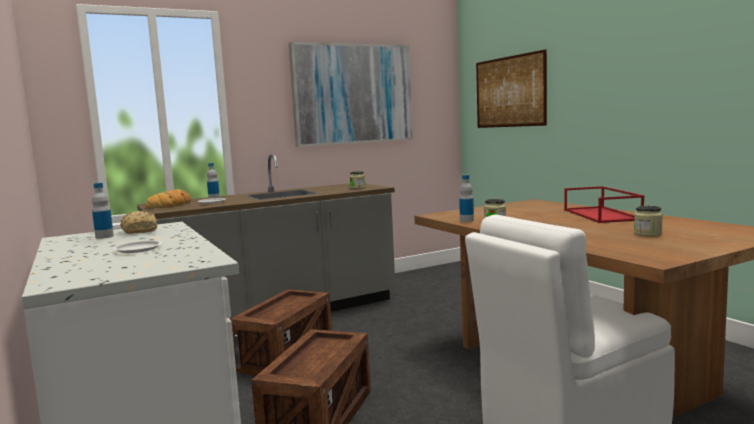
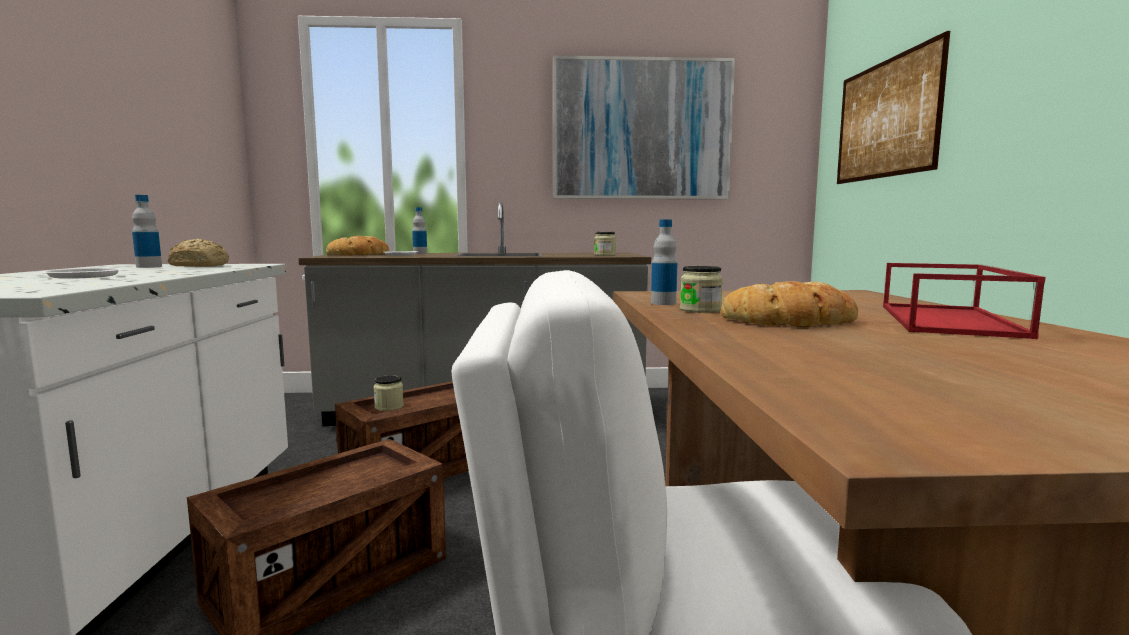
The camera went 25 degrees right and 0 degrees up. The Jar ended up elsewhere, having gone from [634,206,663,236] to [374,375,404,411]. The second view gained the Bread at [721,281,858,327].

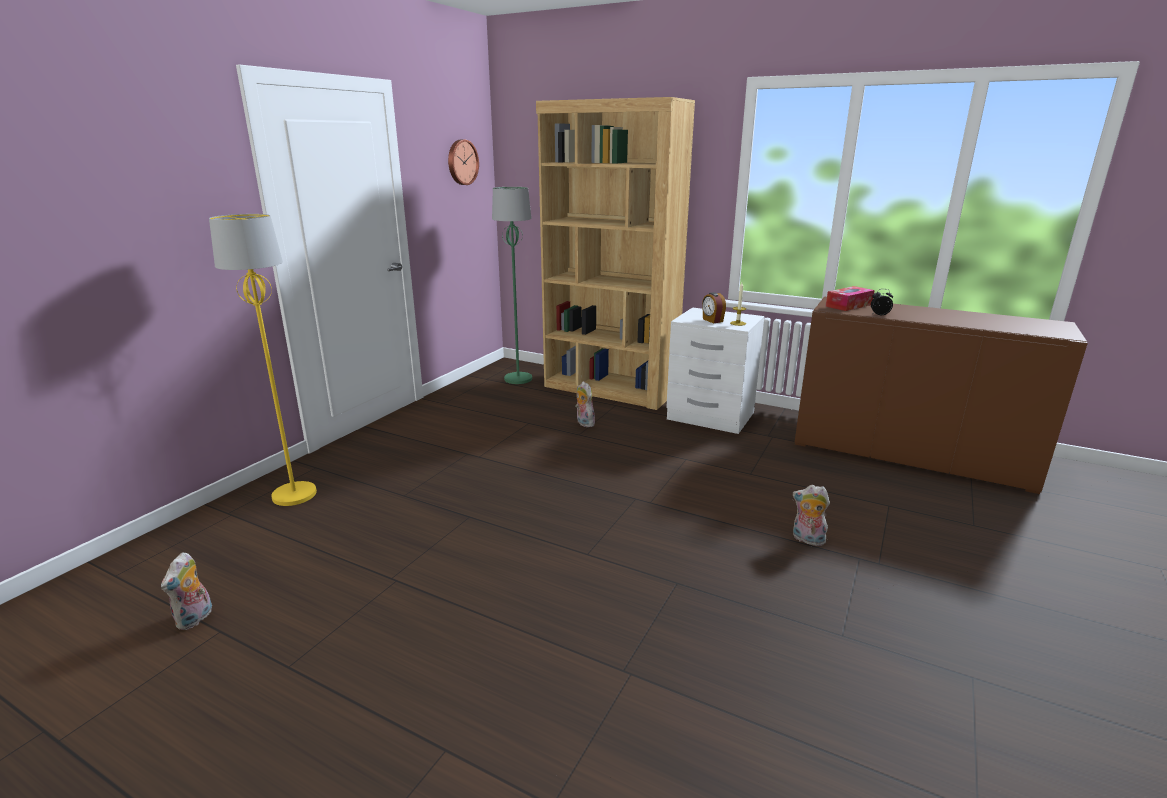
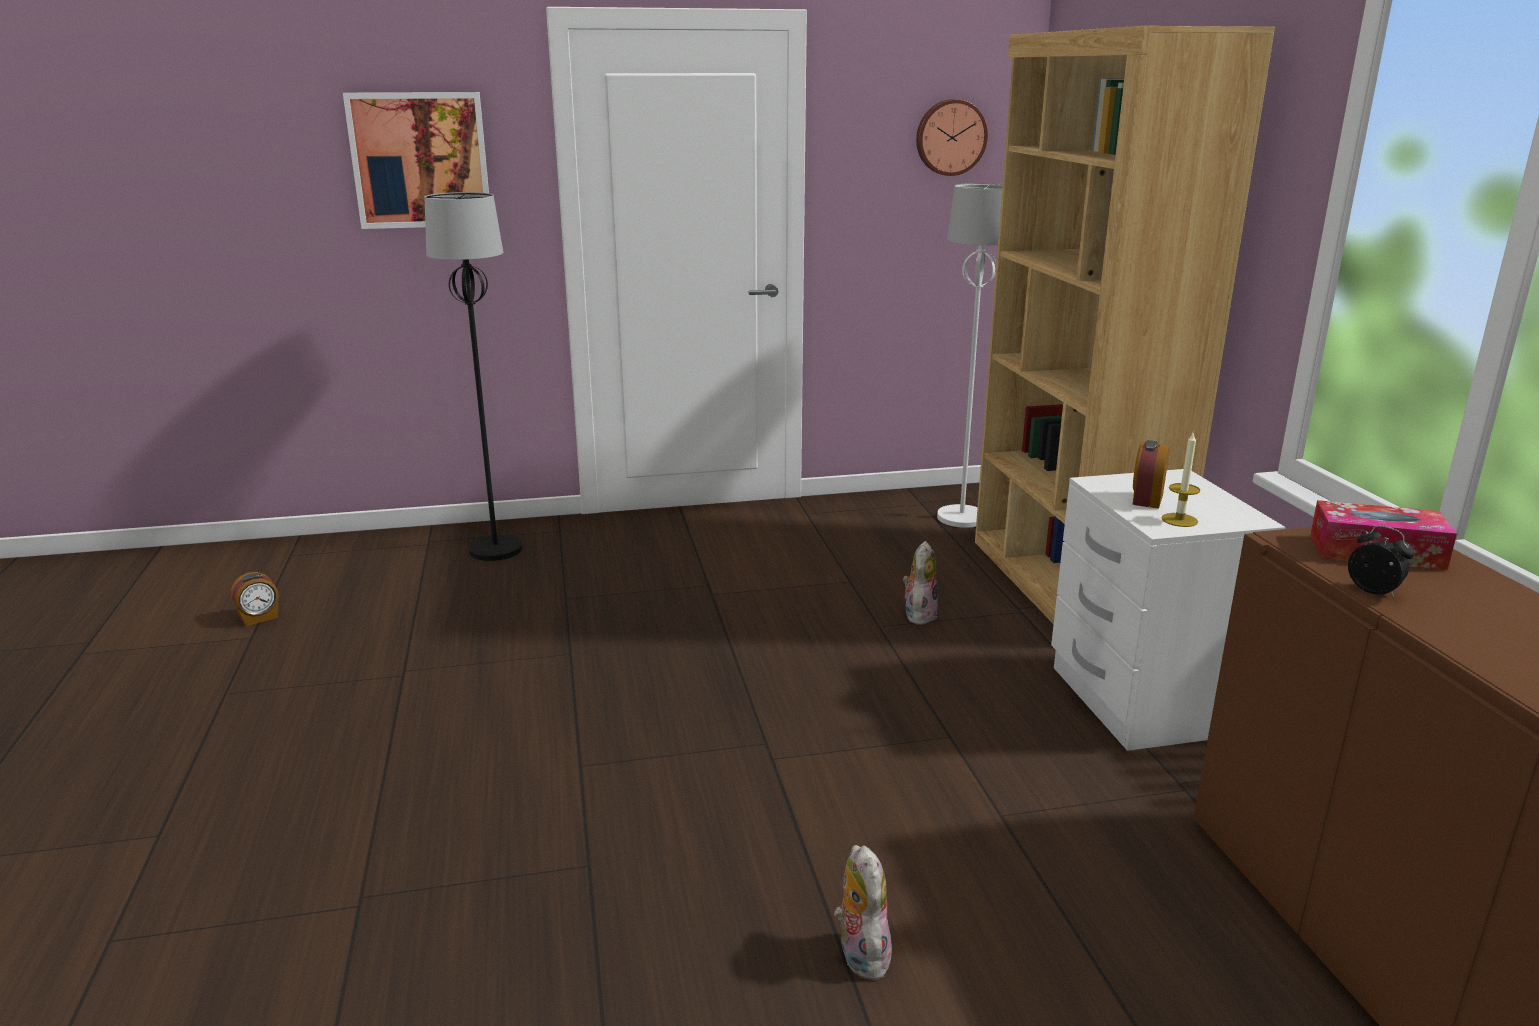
The camera went 50 degrees right and 0 degrees up. Where the PlushToy stood at [161,552,212,630], the AlarmClock came to stand at [231,572,279,626]. What was the YellowFloorLamp at [209,214,317,506] turned into the BlackFloorLamp at [425,192,522,561]. What was the GreenFloorLamp at [492,187,532,384] turned into the WhiteFloorLamp at [937,183,1003,528]. The second view gained the Picture at [343,92,489,229].

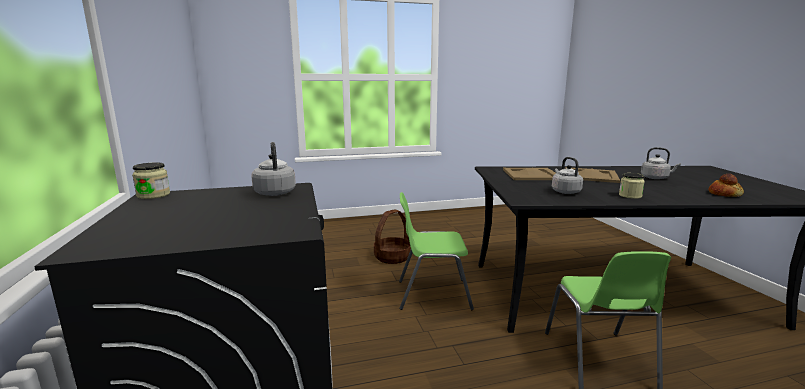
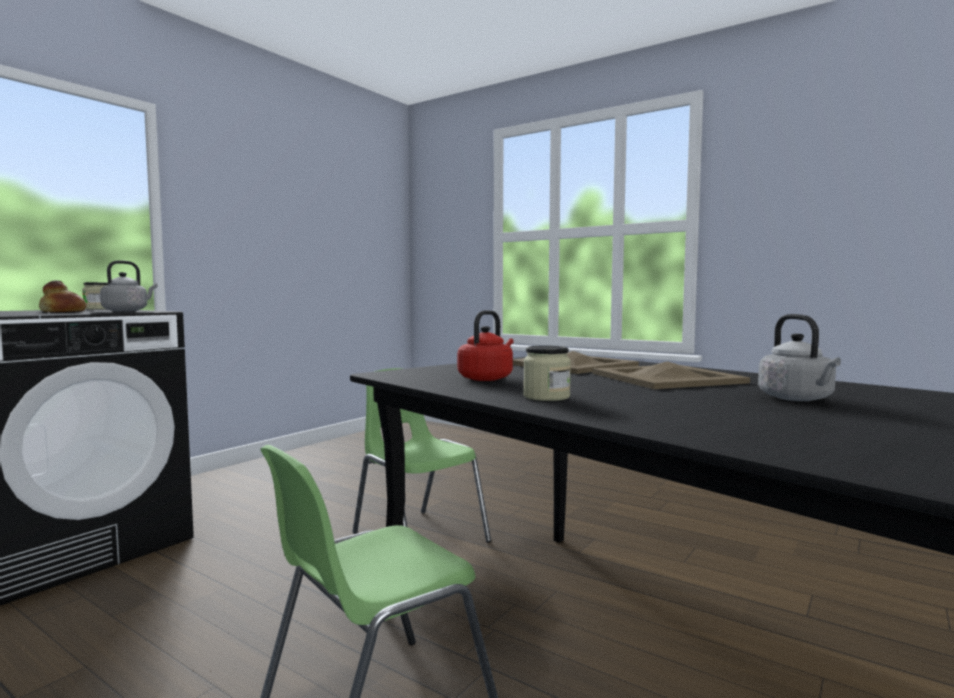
The camera went 50 degrees right and 10 degrees down. The second view lost the Basket at [374,209,411,264]. What was the GreyKettle at [552,157,583,194] turned into the RedKettle at [457,310,514,381]. The Bread ended up elsewhere, having gone from [708,174,744,197] to [39,280,87,312].

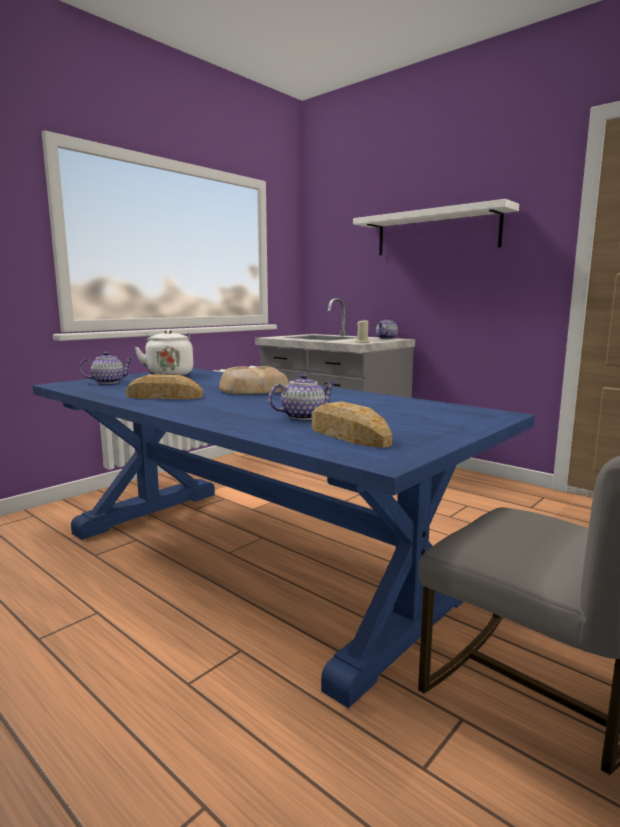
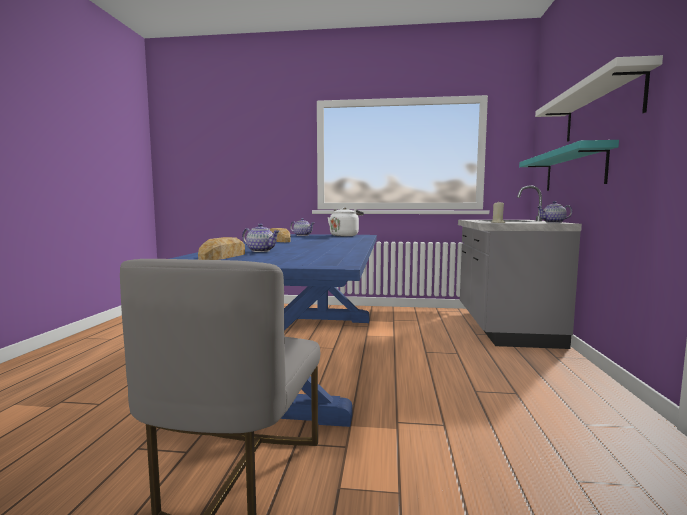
The camera went 55 degrees right and 5 degrees down. The second view lost the Bread at [219,366,289,394]. The second view gained the TurquoiseShelf at [519,140,619,191].

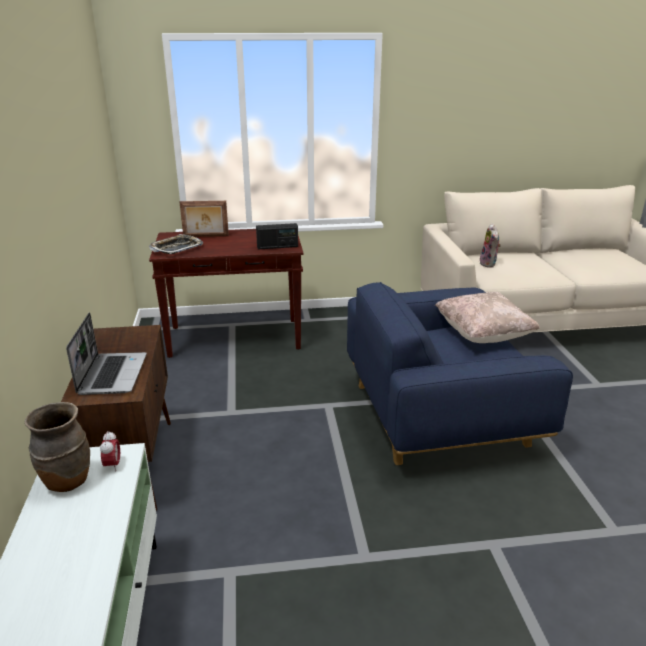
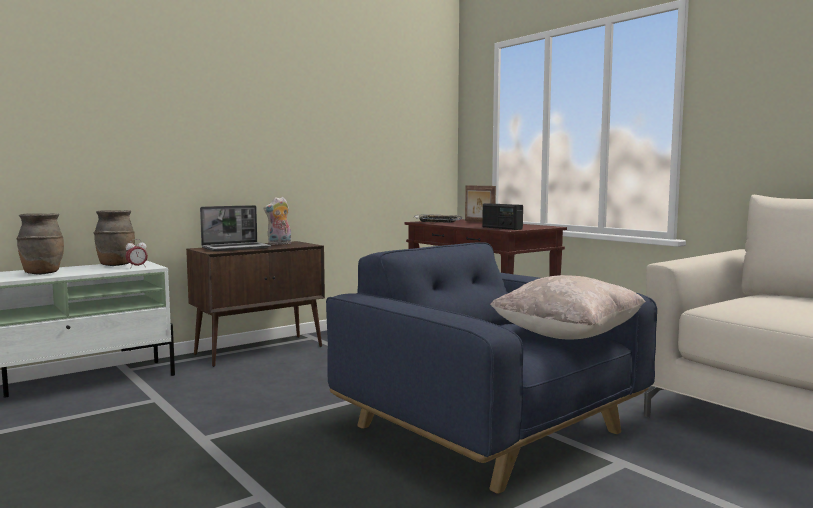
The camera went 60 degrees right and 20 degrees down. The PlushToy ended up elsewhere, having gone from [480,223,501,268] to [263,197,291,245]. The second view gained the BrownVase at [16,213,64,275].

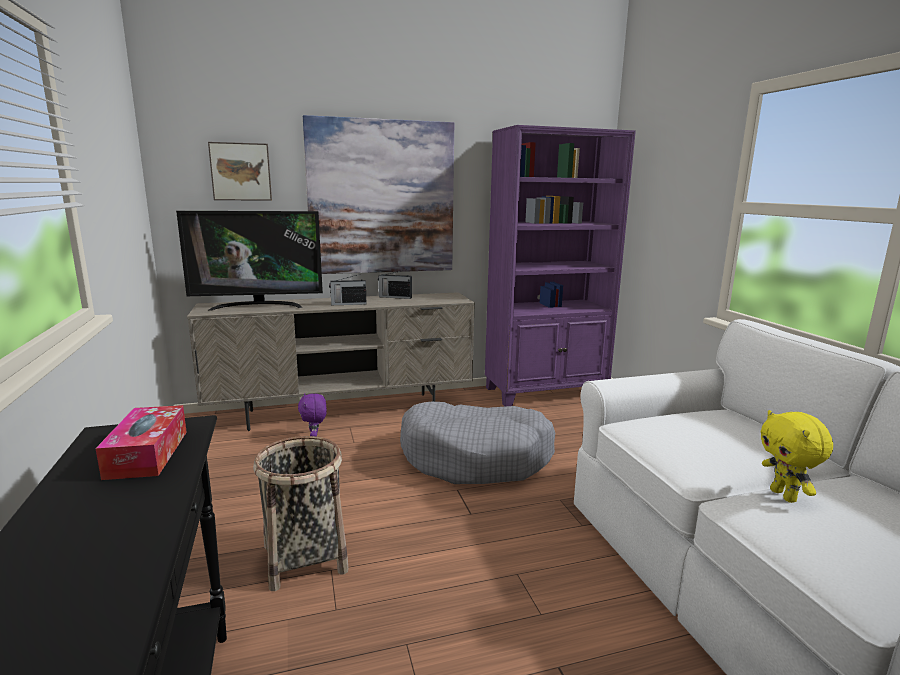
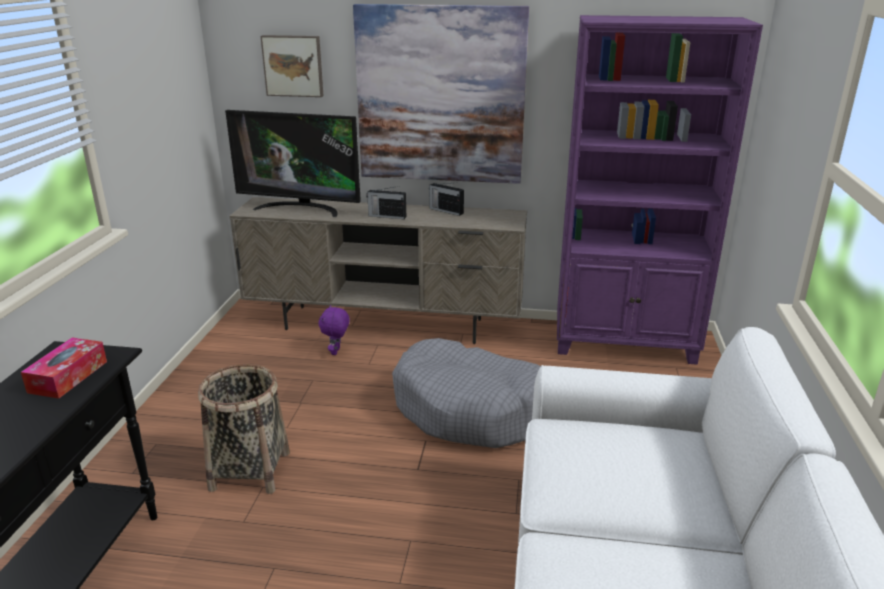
The camera went 25 degrees right and 10 degrees up. The second view lost the YellowPlushToy at [760,410,833,503].

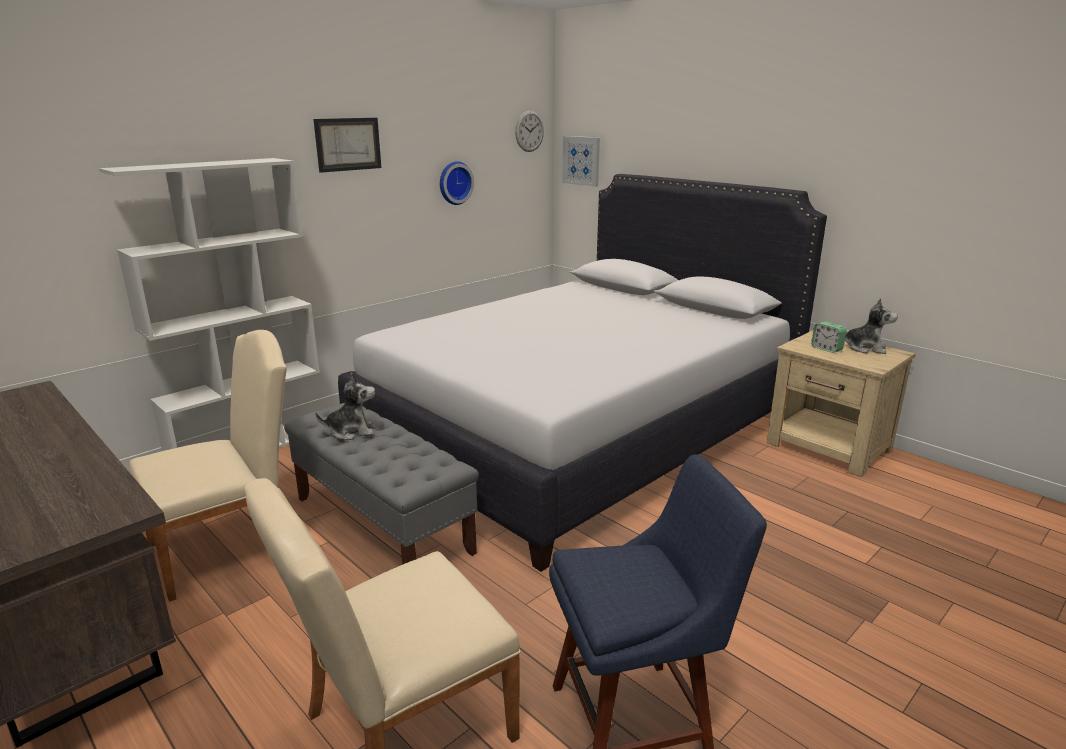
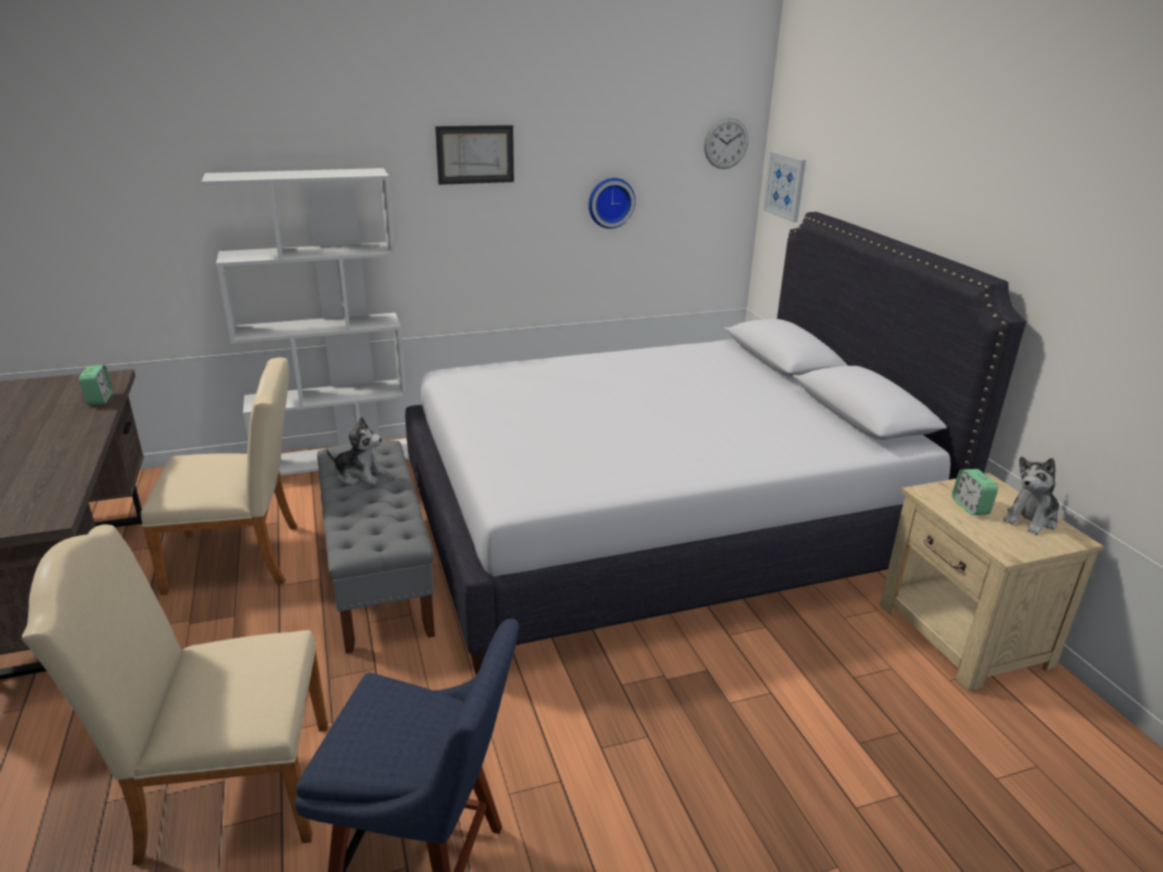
The camera went 25 degrees right and 5 degrees up. The PlushToy at [845,298,898,354] ended up facing another way, 90 degrees clockwise from before. The second view gained the AlarmClock at [79,365,113,405].

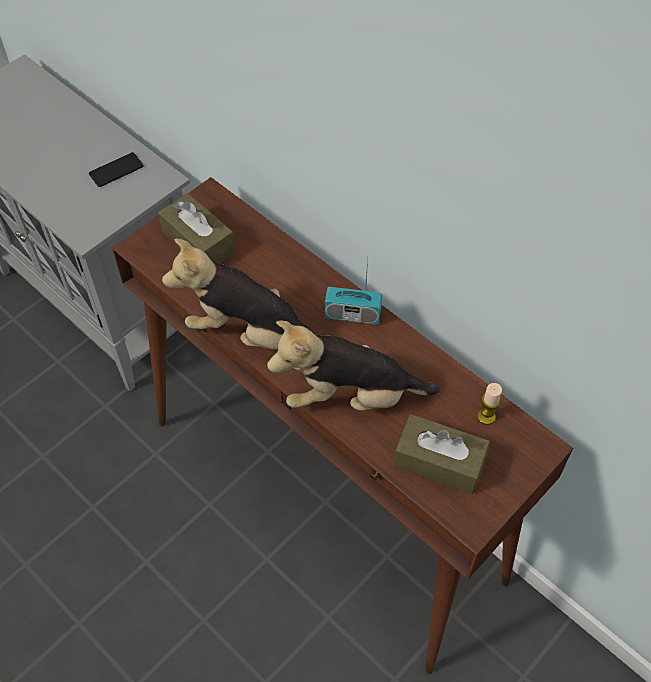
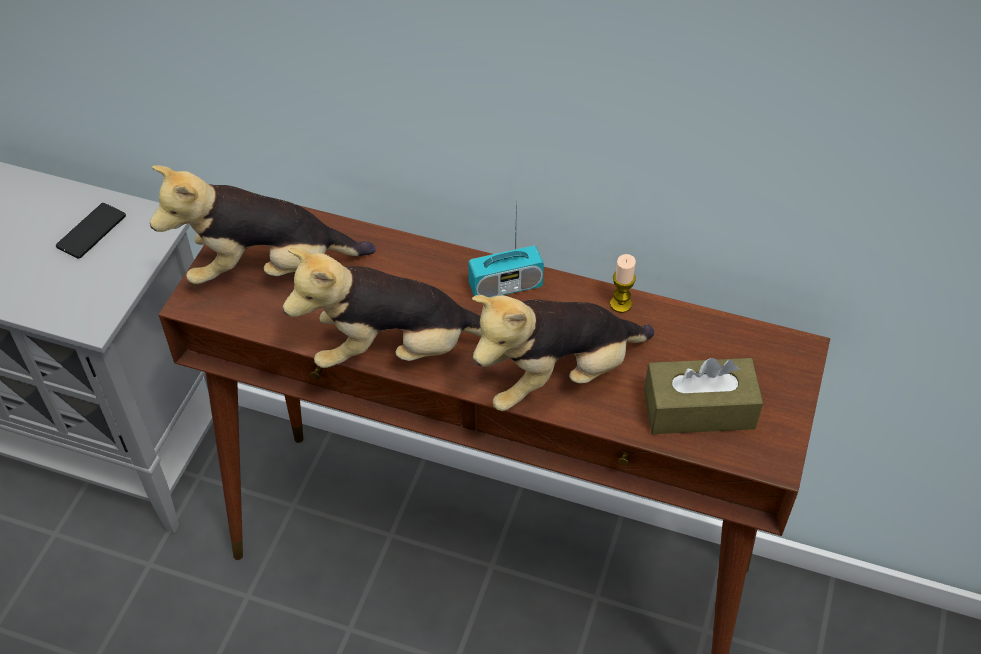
The camera went 25 degrees left and 5 degrees down. Where the BrownTissueBox stood at [158,193,235,263], the PlushToy came to stand at [150,165,376,284]. The Candle ended up elsewhere, having gone from [477,383,502,425] to [610,254,636,313].

